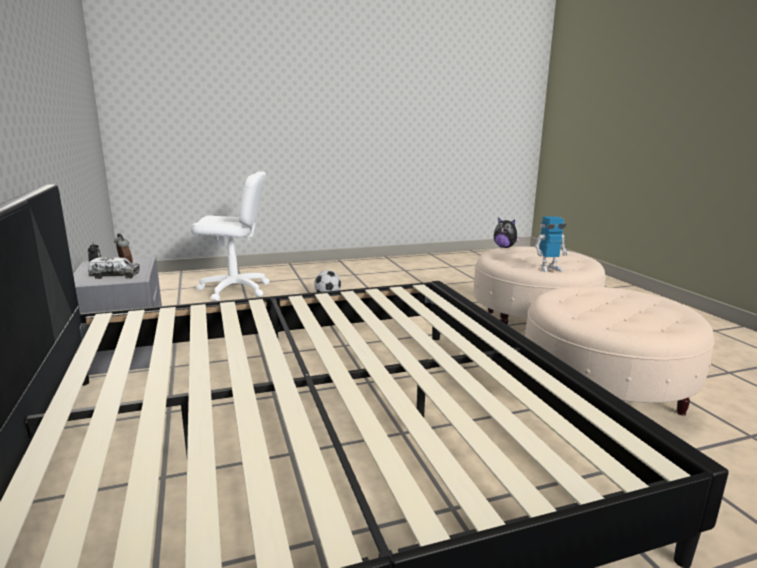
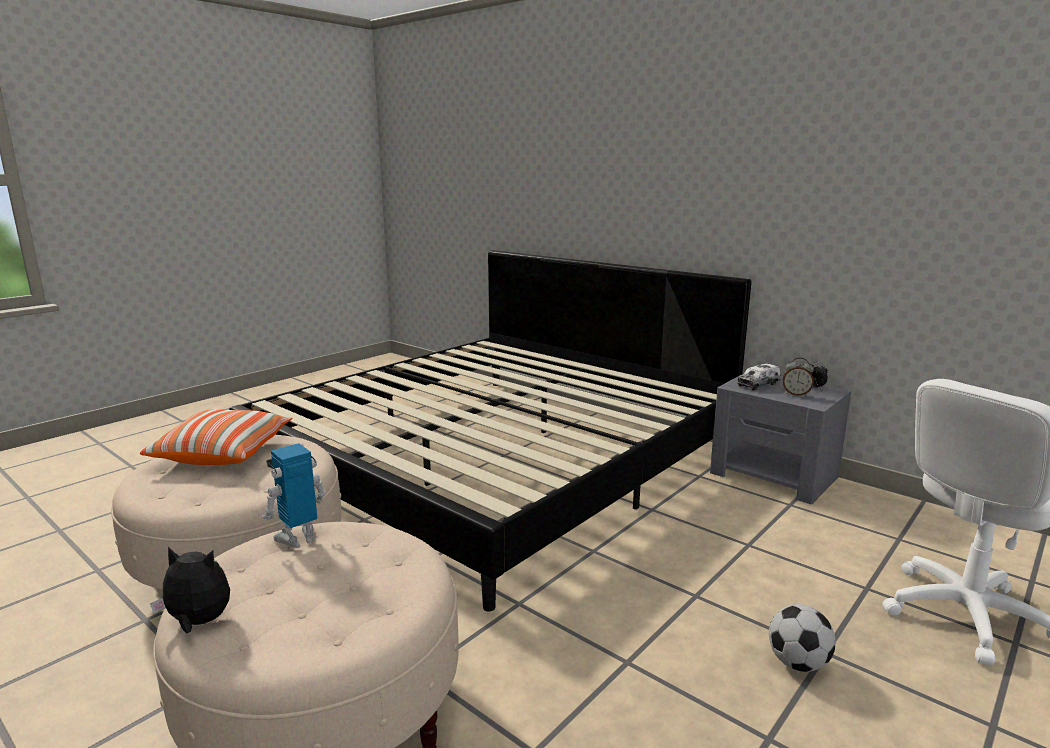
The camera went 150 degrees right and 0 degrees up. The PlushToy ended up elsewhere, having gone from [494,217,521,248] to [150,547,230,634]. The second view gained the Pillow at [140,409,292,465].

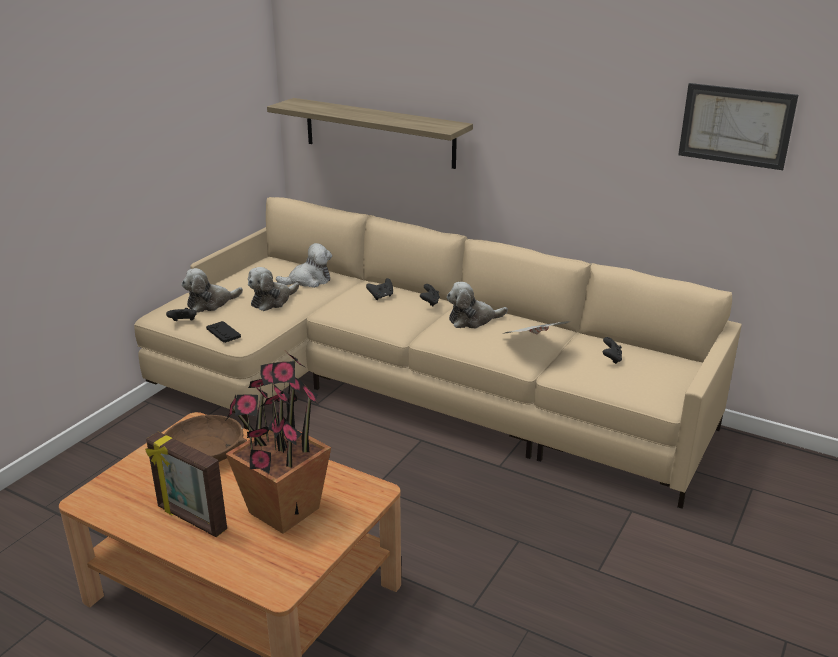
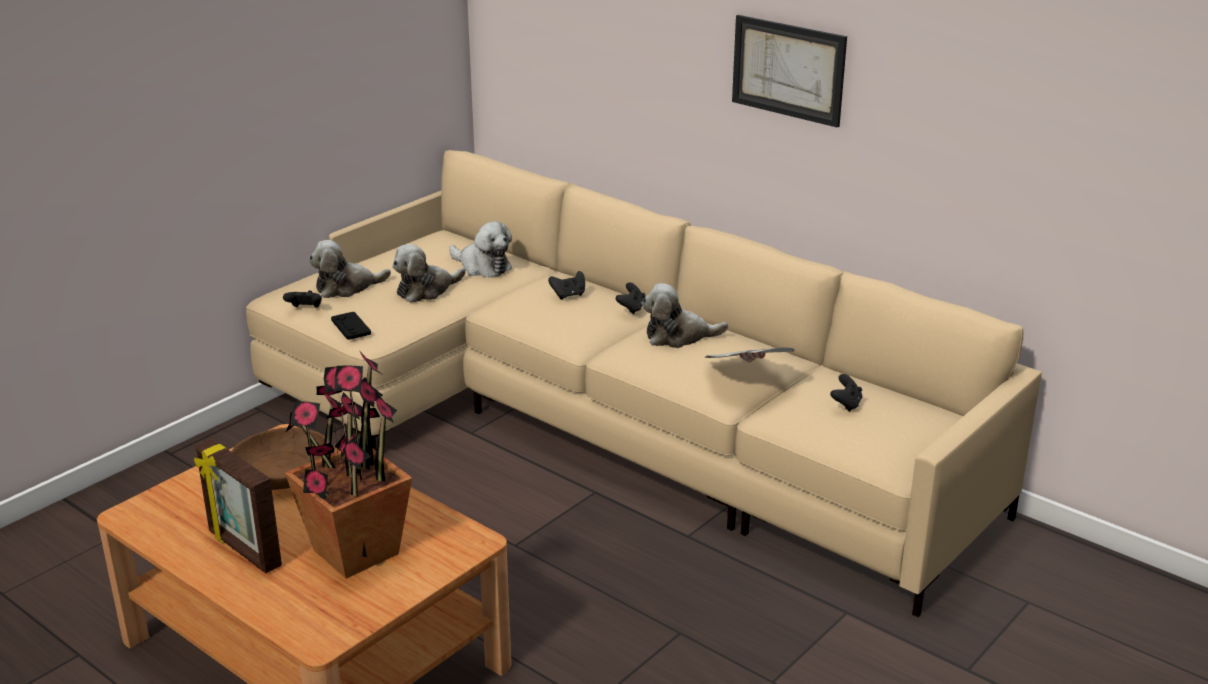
The camera went 10 degrees right and 0 degrees up. The second view lost the Shelf at [267,98,473,169]. The PlushToy at [276,243,332,288] ended up facing another way, 45 degrees clockwise from before. The Picture ended up elsewhere, having gone from [678,83,798,170] to [732,15,847,128].

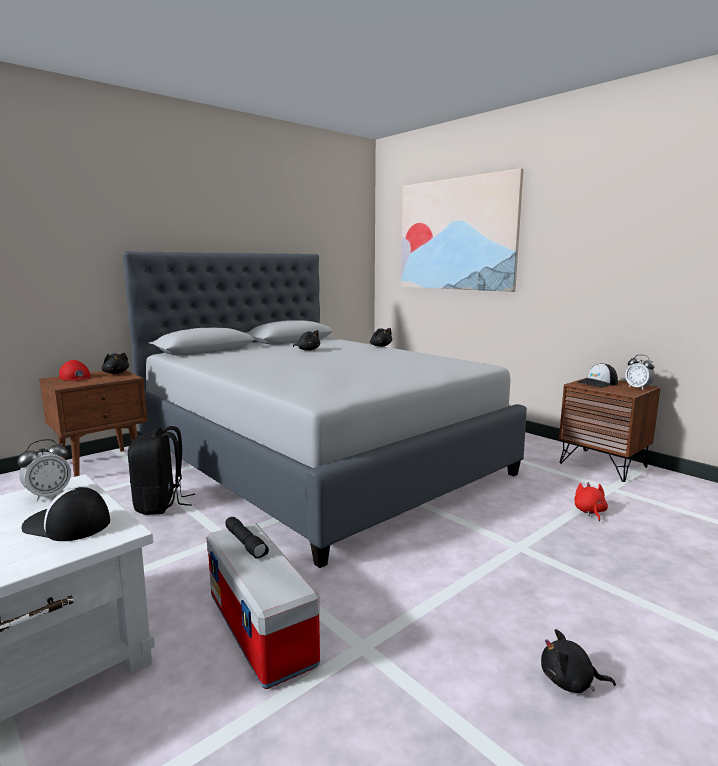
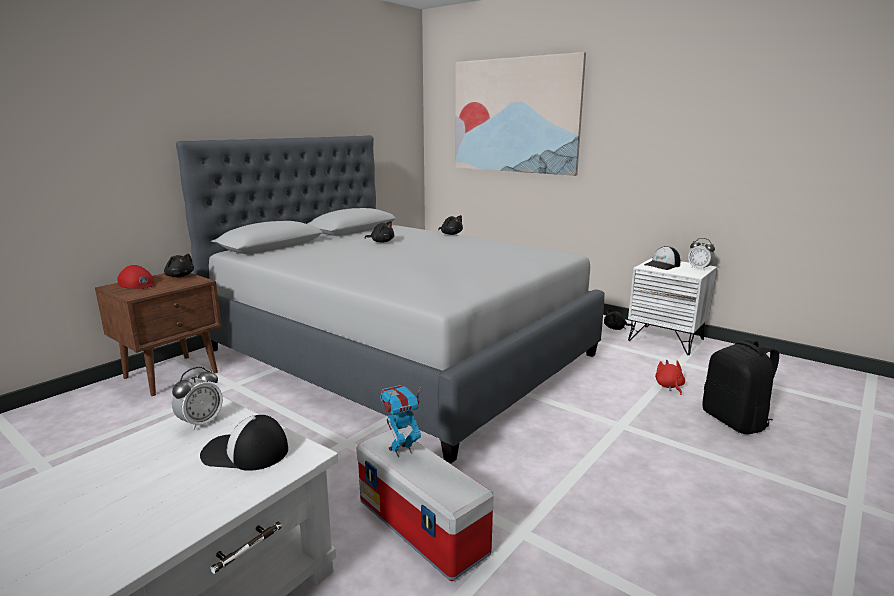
The camera went 10 degrees left and 5 degrees up. The BlackBackpack ended up elsewhere, having gone from [128,426,195,515] to [703,339,779,434]. Where the BlackFlashlight stood at [226,517,269,559], the ToyRobot came to stand at [380,385,421,457]. The BlackPlushToy ended up elsewhere, having gone from [541,629,616,693] to [604,308,634,330]. What was the BrownNightstand at [559,378,661,482] turned into the WhiteNightstand at [628,258,717,355].

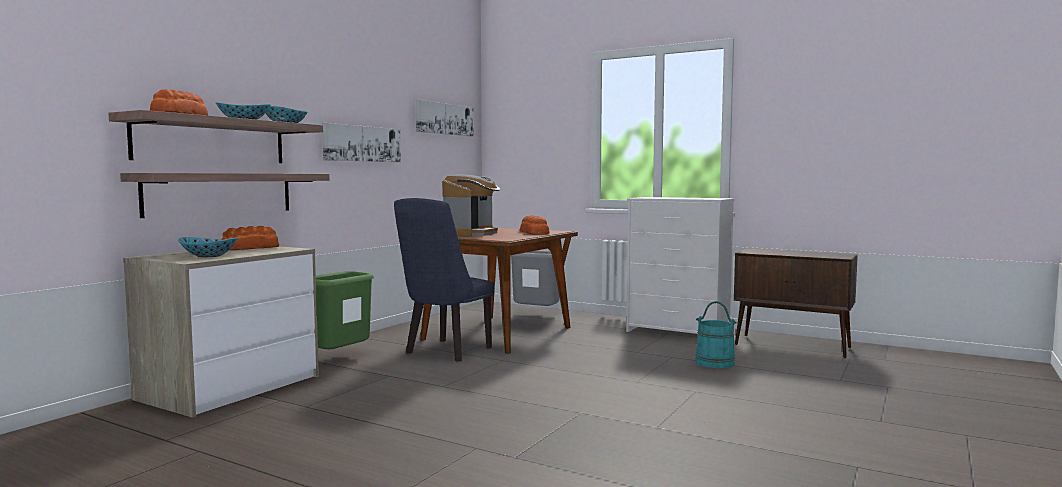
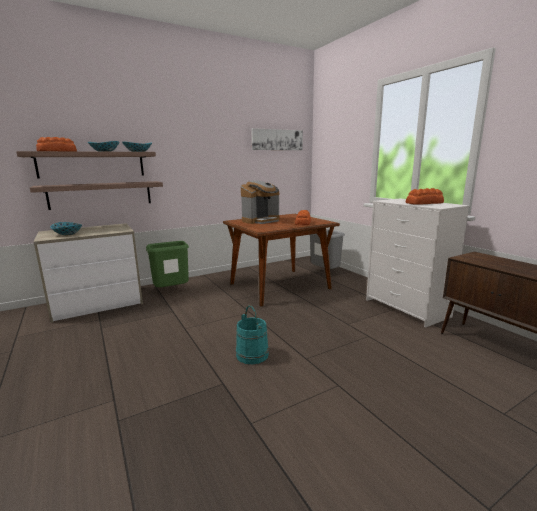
The camera went 30 degrees right and 10 degrees up. The Bread ended up elsewhere, having gone from [222,226,279,250] to [406,188,444,205]. The second view lost the Picture at [322,123,401,162]. The second view lost the BlueChair at [394,198,495,362]. The TurquoiseBucket ended up elsewhere, having gone from [695,301,737,368] to [236,305,269,364].

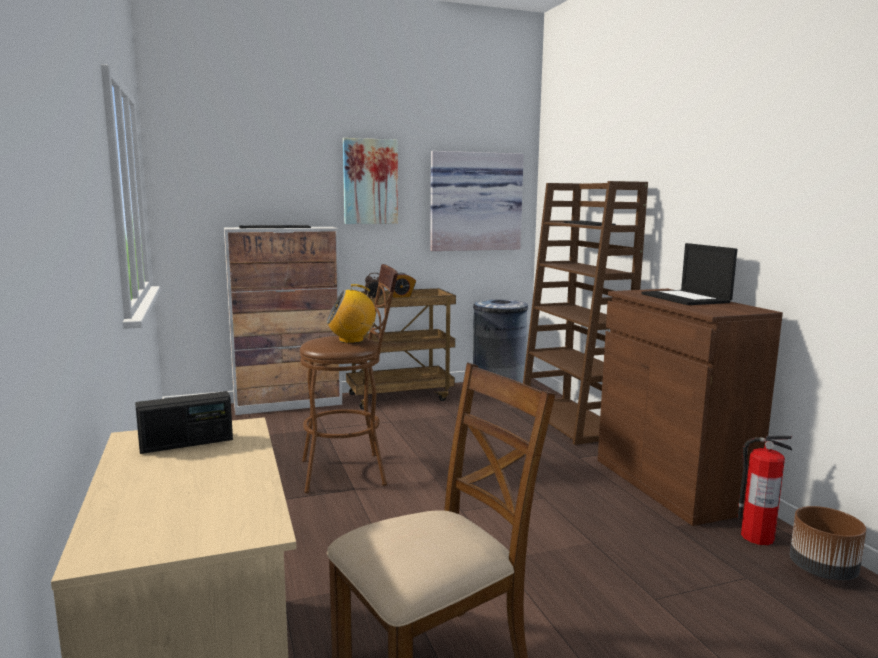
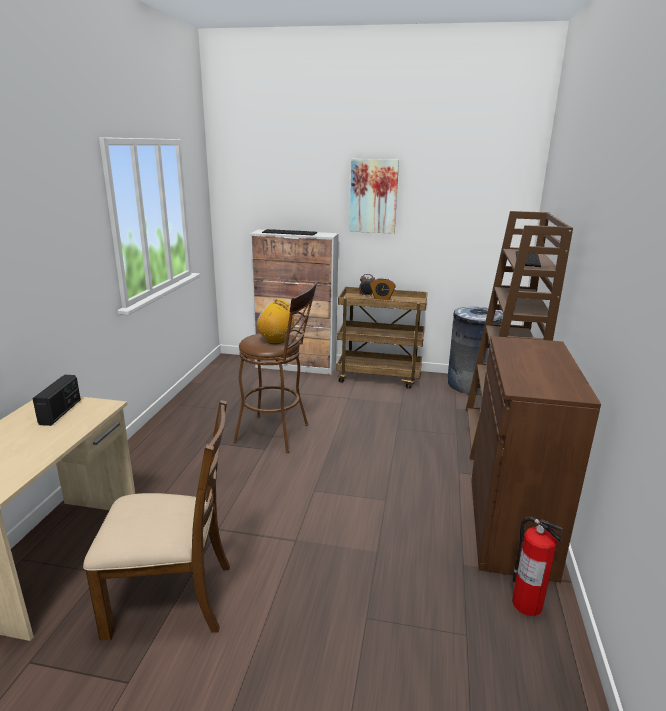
The camera went 30 degrees right and 10 degrees up. The Radio at [135,391,233,454] ended up facing another way, 90 degrees counterclockwise from before. The second view lost the Picture at [430,151,524,251]. The second view lost the Laptop at [641,243,737,305]. The second view lost the BrownPlanter at [790,506,866,580].

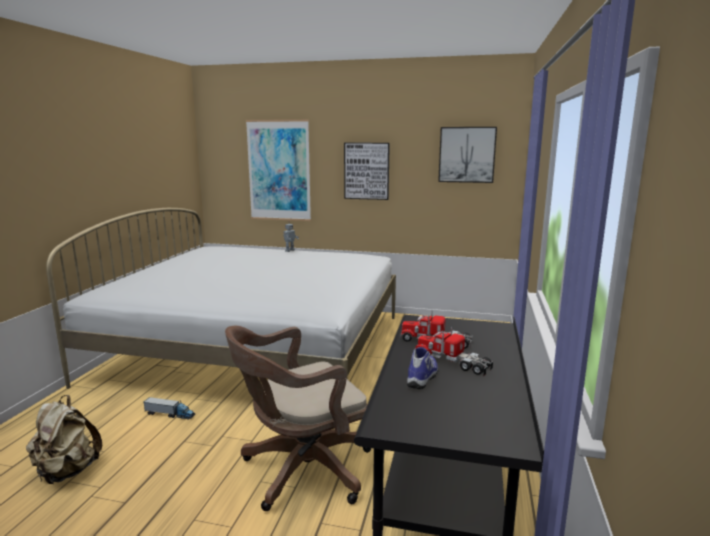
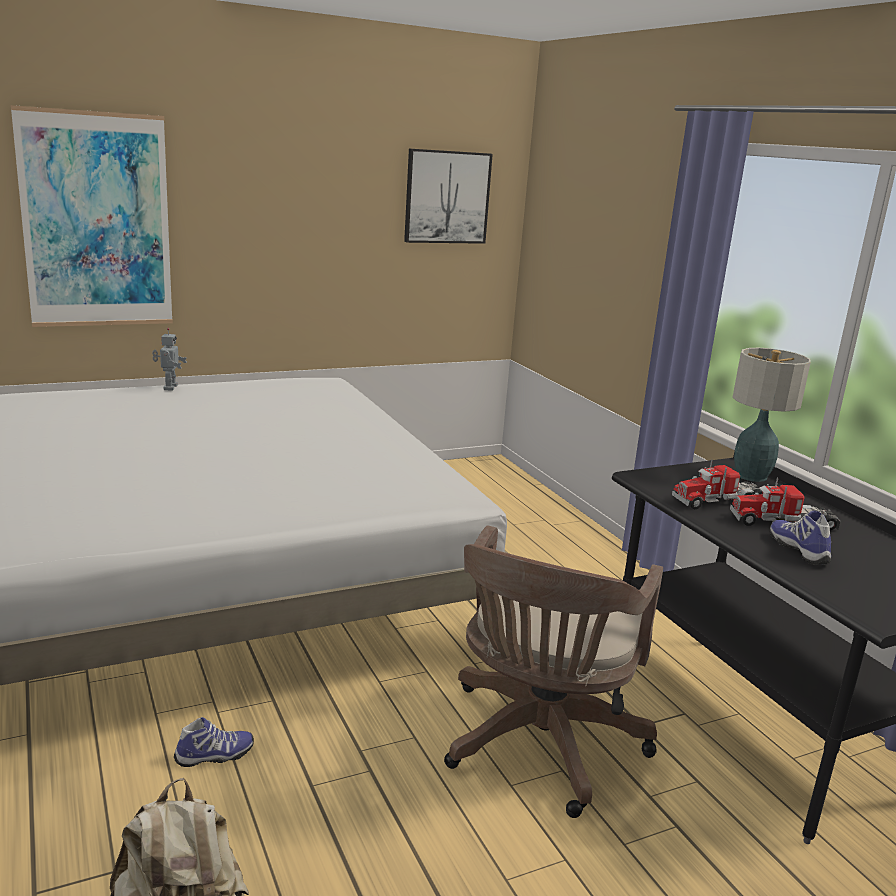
The camera went 40 degrees left and 5 degrees up. Where the ToyTruck stood at [144,397,195,420], the Shoe came to stand at [174,717,254,767]. The second view lost the Picture at [344,143,390,200]. The second view gained the TableLamp at [733,348,811,482].

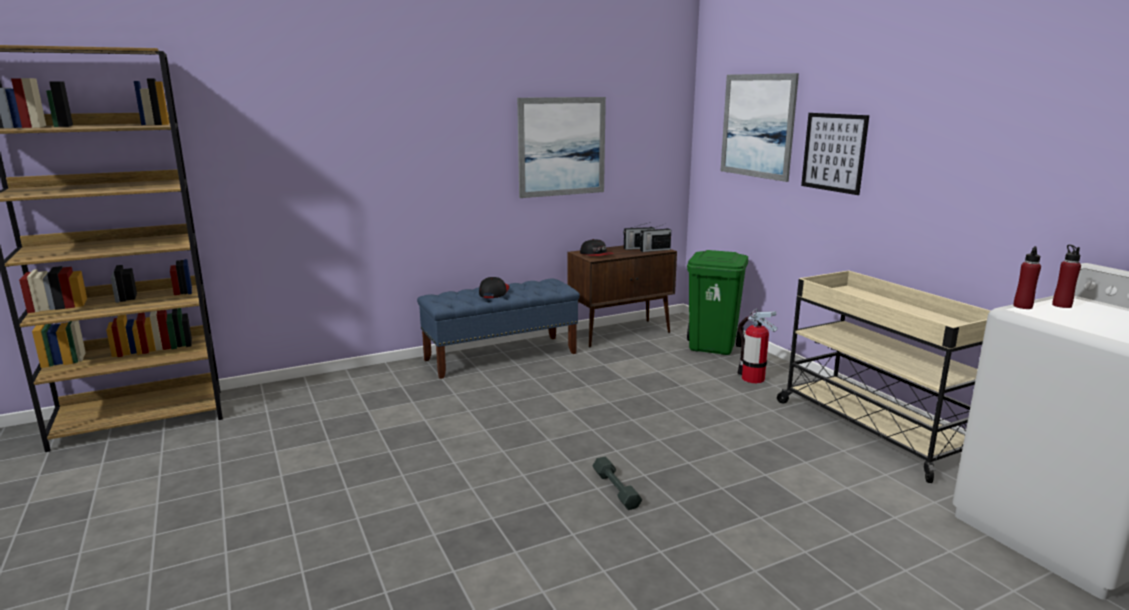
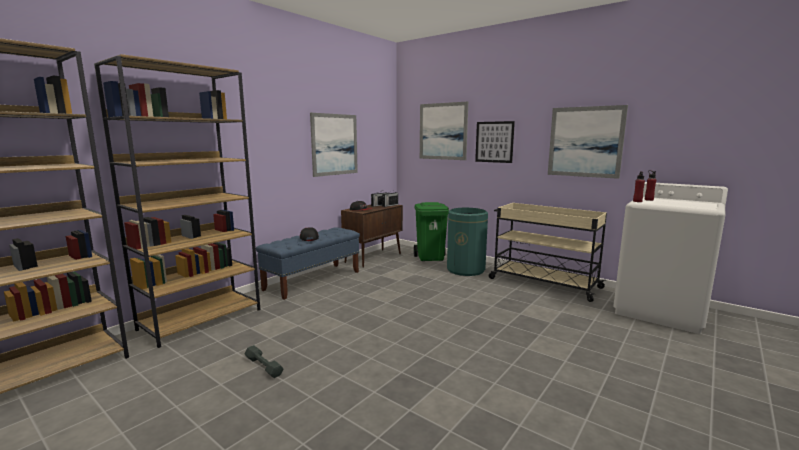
The camera went 25 degrees left and 5 degrees down. The GreyDumbbell ended up elsewhere, having gone from [593,457,642,510] to [245,345,284,378]. Where the FireExtinguisher stood at [738,309,777,383], the GreenTrashCan came to stand at [447,208,488,276]. The second view gained the BrownBookcase at [94,54,261,348]. The second view gained the Picture at [548,105,628,179].

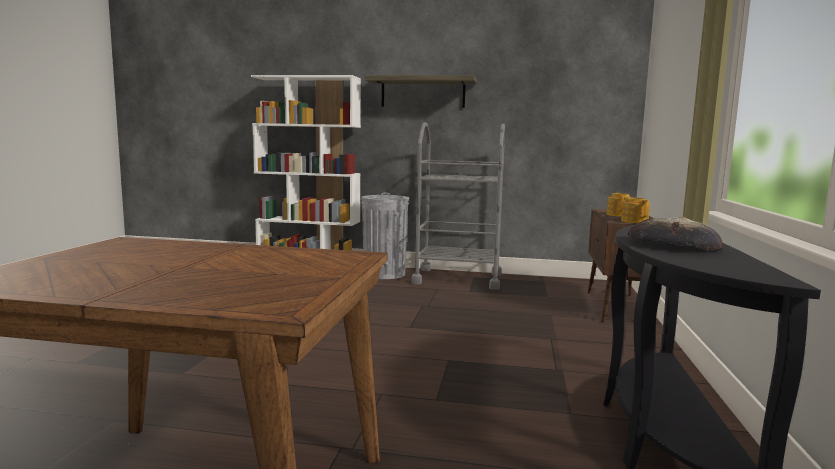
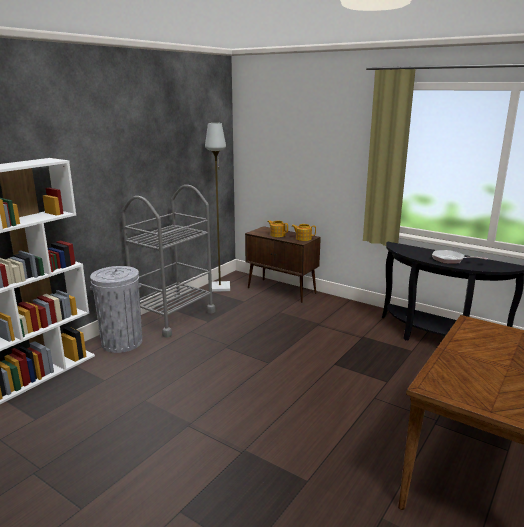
The camera went 65 degrees left and 10 degrees up. The second view lost the Shelf at [365,75,476,108]. Where the Bread stood at [627,217,723,250], the FryingPan came to stand at [432,250,488,264]. The second view gained the GreyFloorLamp at [205,123,230,292].

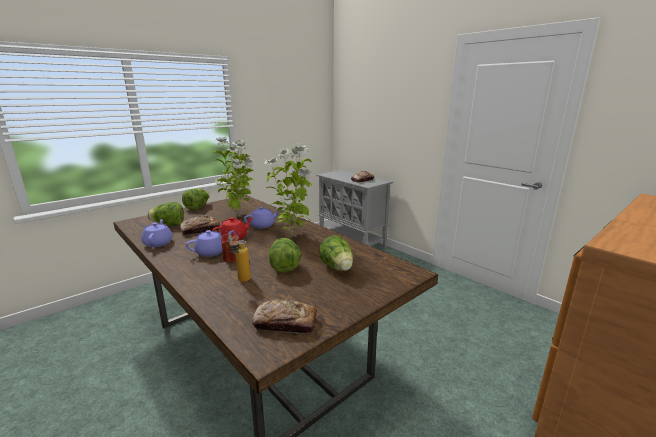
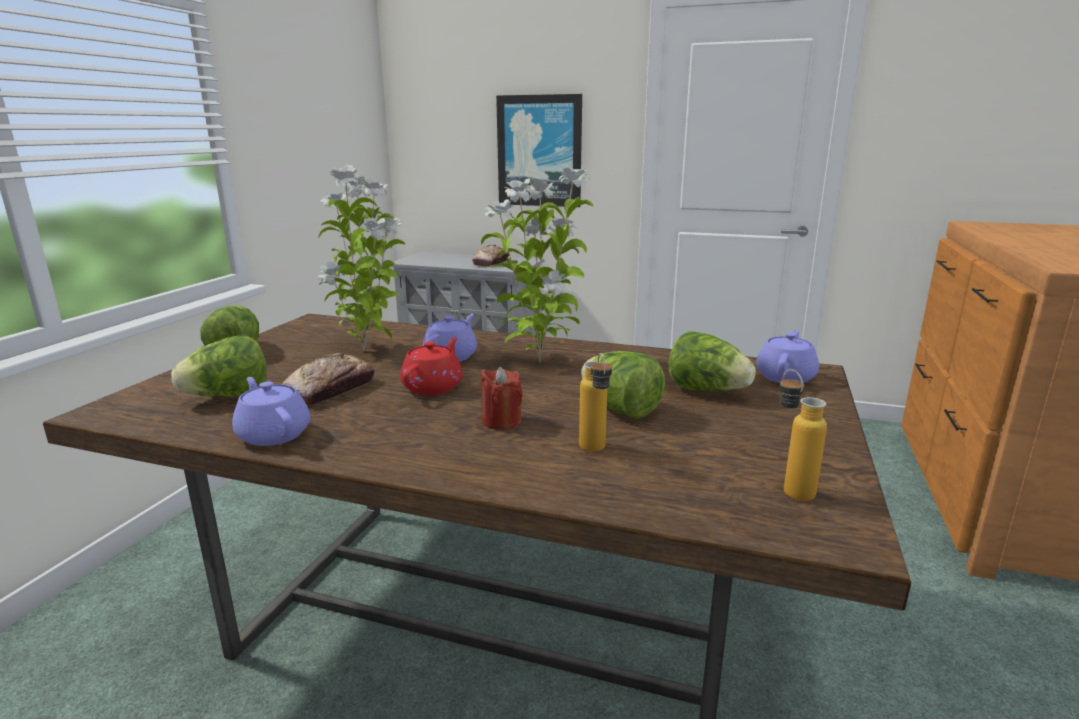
The camera went 30 degrees left and 0 degrees up. The PurpleTeapot ended up elsewhere, having gone from [186,230,234,257] to [756,330,819,383]. Where the Bread stood at [252,299,317,334], the Bottle came to stand at [779,369,827,501]. The second view gained the Picture at [496,94,582,207].

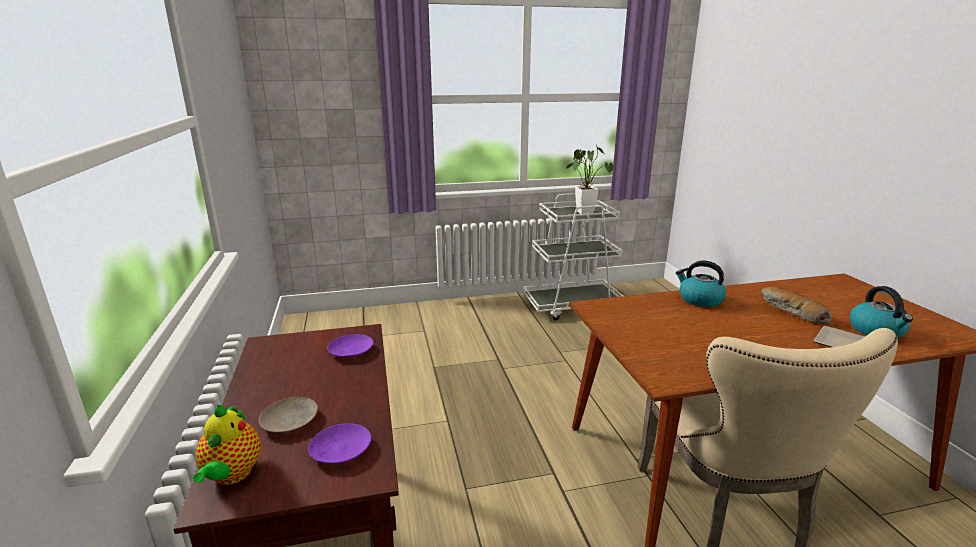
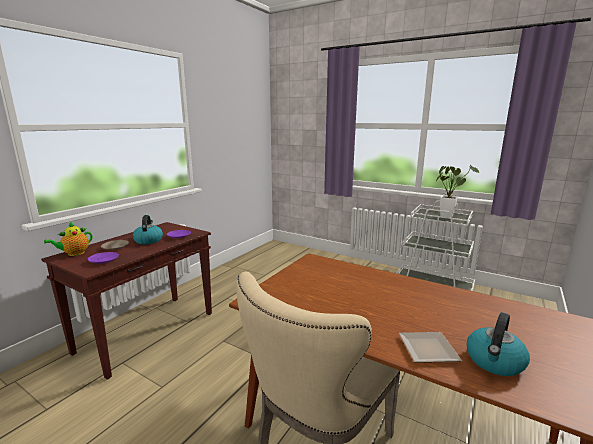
The camera went 45 degrees right and 5 degrees down. The Kettle ended up elsewhere, having gone from [676,261,726,307] to [133,215,163,245]. The second view lost the Bread at [761,287,832,324].

